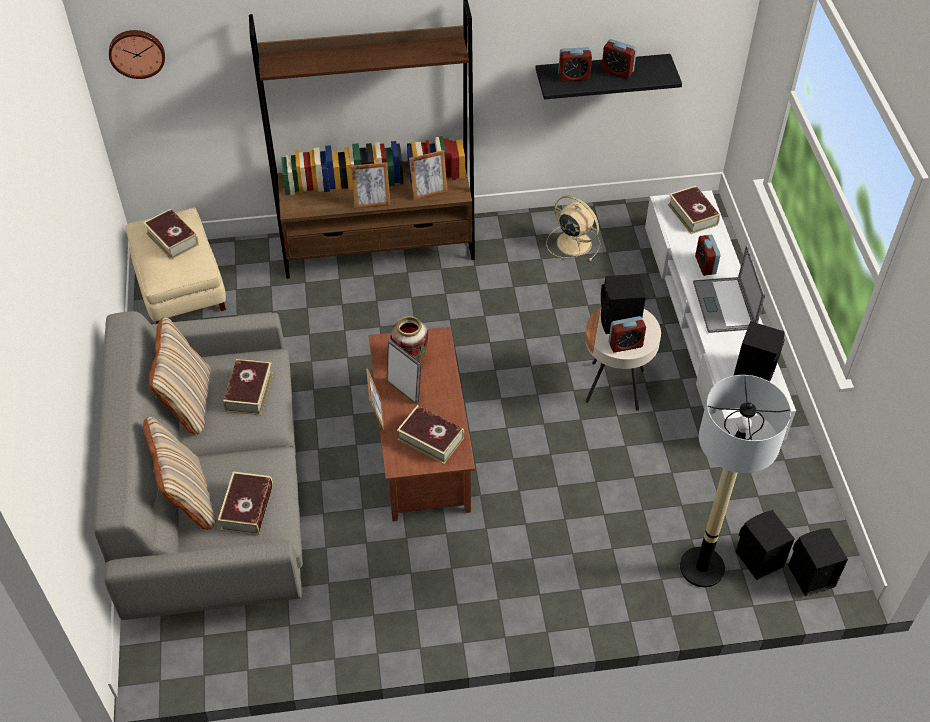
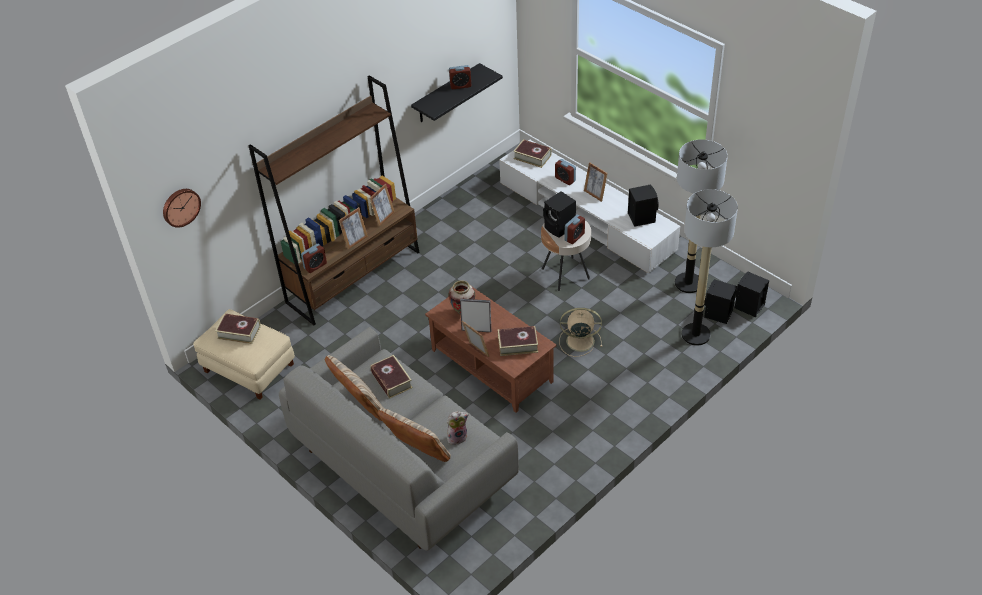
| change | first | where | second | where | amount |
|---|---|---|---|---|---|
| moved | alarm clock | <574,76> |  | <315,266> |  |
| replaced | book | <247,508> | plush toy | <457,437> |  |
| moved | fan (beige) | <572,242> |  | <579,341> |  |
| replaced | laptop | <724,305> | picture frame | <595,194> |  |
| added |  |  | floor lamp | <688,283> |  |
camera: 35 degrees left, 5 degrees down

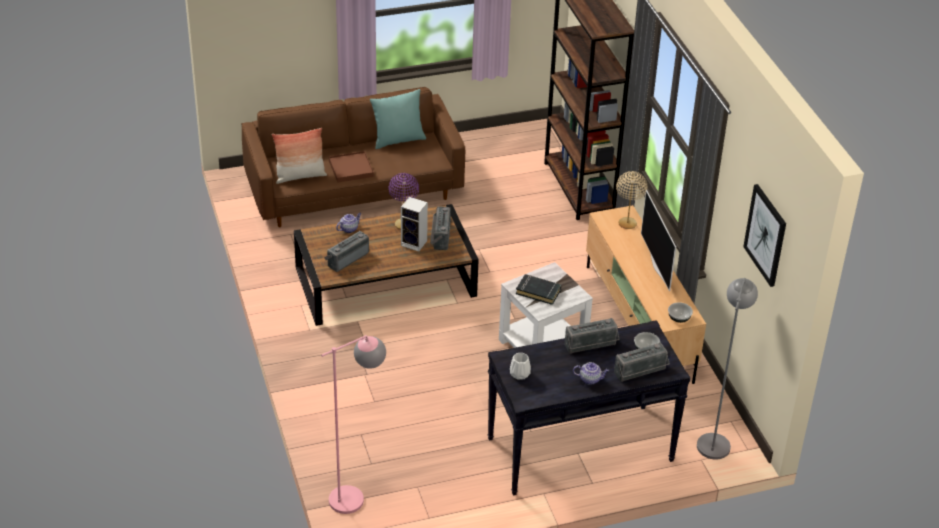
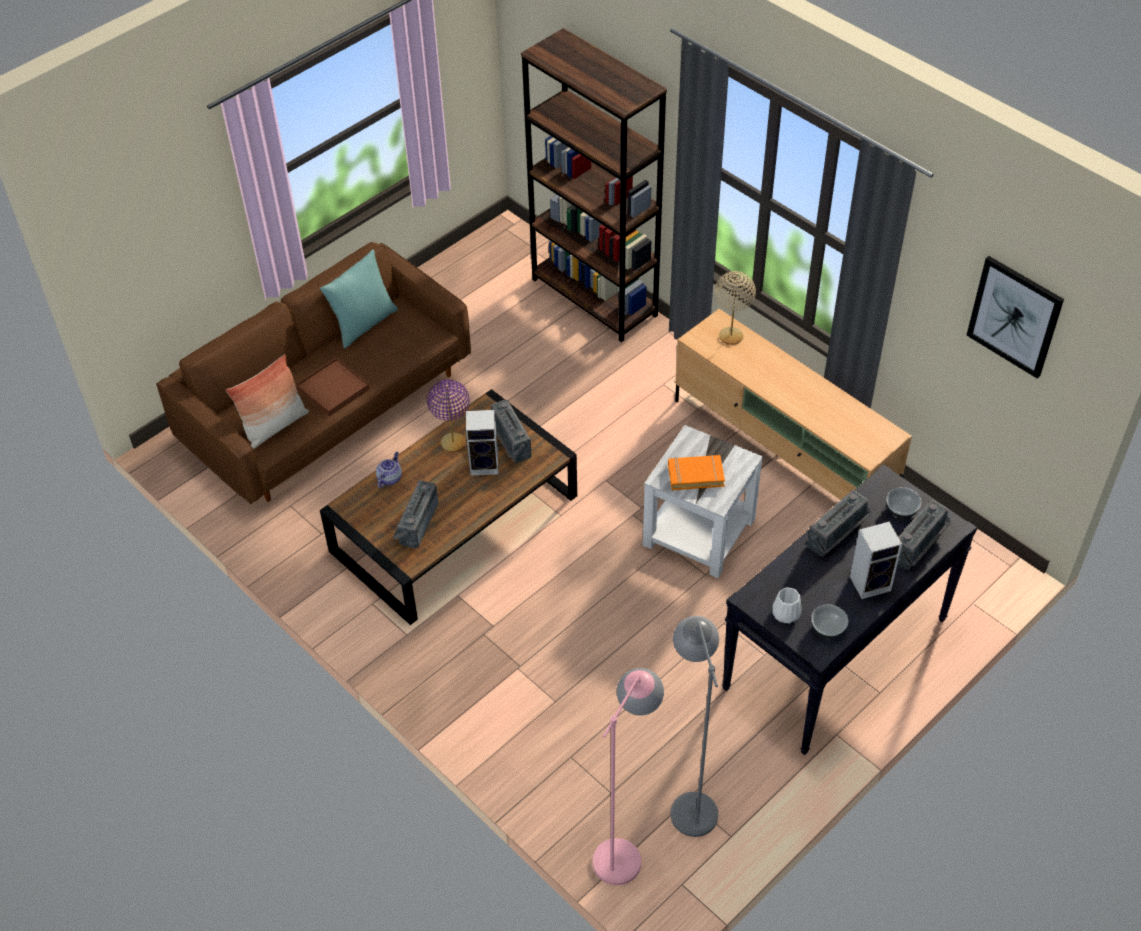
| change | first | where | second | where | amount |
|---|---|---|---|---|---|
| recoloured | book (black) | <538,291> | book (orange) | <695,475> |  |
| moved | floor lamp (grey) | <715,438> |  | <689,799> |  |
| moved | bowl | <679,318> |  | <828,628> |  |
| replaced | teapot | <590,379> | speaker | <871,582> |  |
| removed | television | <658,267> |  |  |  |
camera: 25 degrees left, 10 degrees up

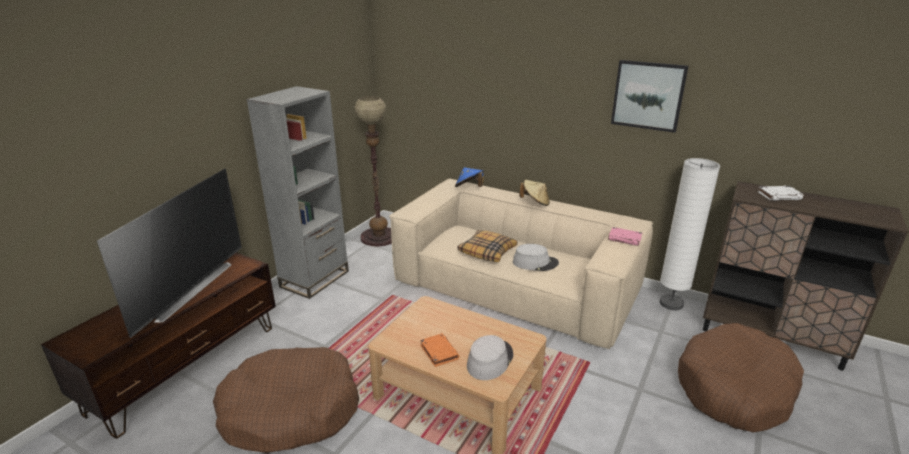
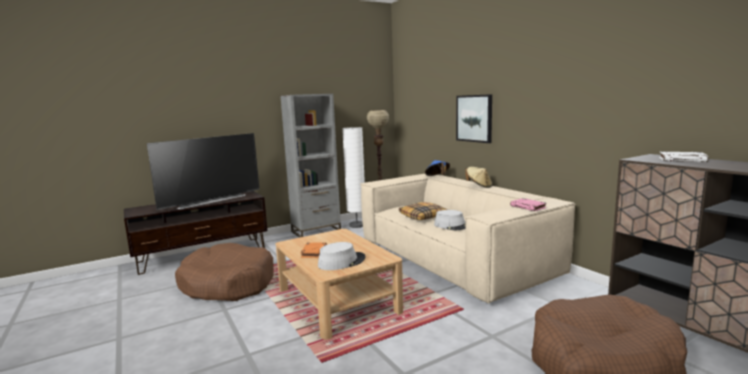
| change | first | where | second | where | amount |
|---|---|---|---|---|---|
| moved | floor lamp (white) | <671,303> |  | <357,225> |  |
| moved | picture | <648,95> |  | <474,118> |  |
camera: 30 degrees right, 15 degrees down

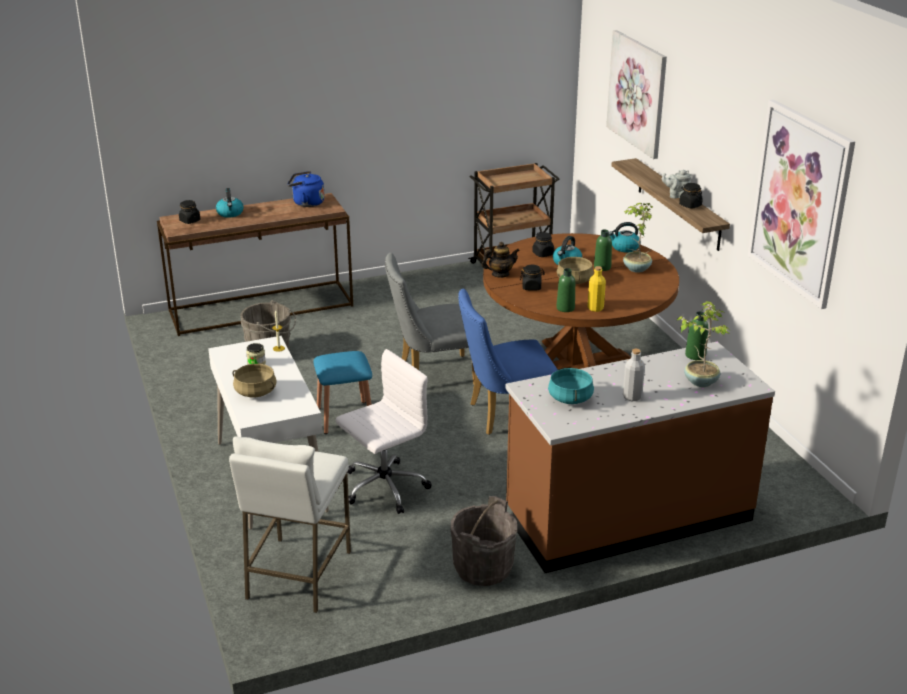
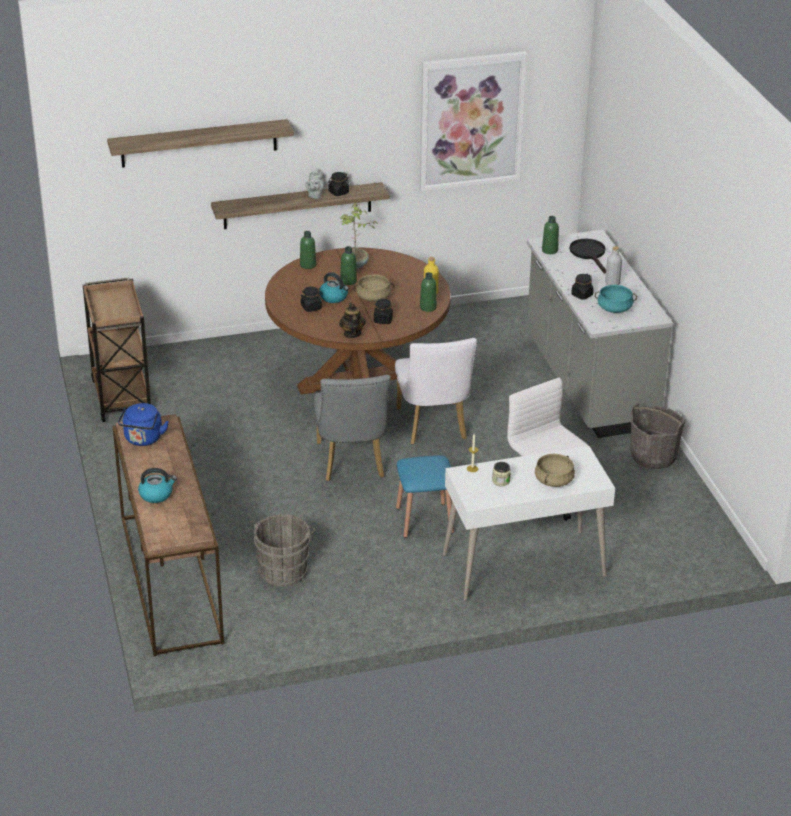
| change | first | where | second | where | amount |
|---|---|---|---|---|---|
| replaced | picture | <637,93> | shelf | <199,143> |  |
| replaced | kettle | <624,247> | bottle (green) | <308,265> |  |
| recoloured | chair (blue) | <505,415> | chair (white) | <433,427> |  |
| recoloured | counter (brown) | <627,516> | counter (grey) | <588,383> |  |
| replaced | potted plant | <700,381> | frying pan (black) | <589,254> |  |
| moved | jar (black) | <189,221> |  | <582,295> |  |
| removed | stool (white) | <298,575> |  |  |  |
camera: 85 degrees left, 5 degrees up

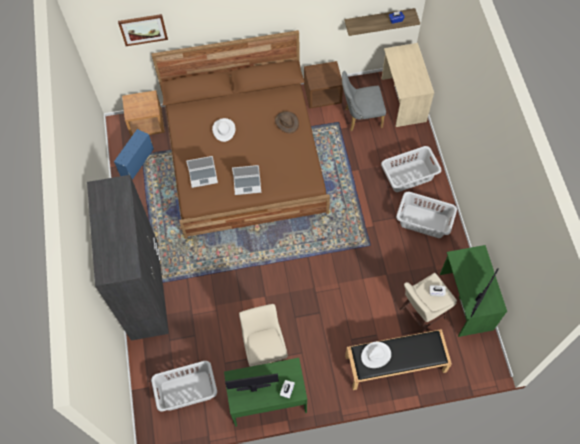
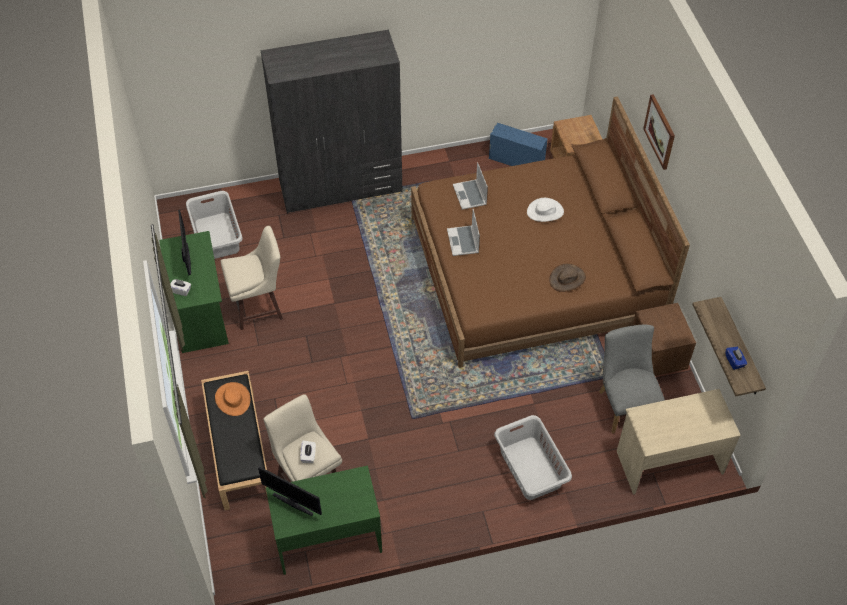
| change | first | where | second | where | amount |
|---|---|---|---|---|---|
| recoloured | hat (white) | <376,355> | hat (orange) | <233,399> |  |
| moved | picture | <143,29> |  | <660,131> |  |
| removed | laundry basket (grey) | <424,222> |  |  |  |
camera: 85 degrees right, 10 degrees down

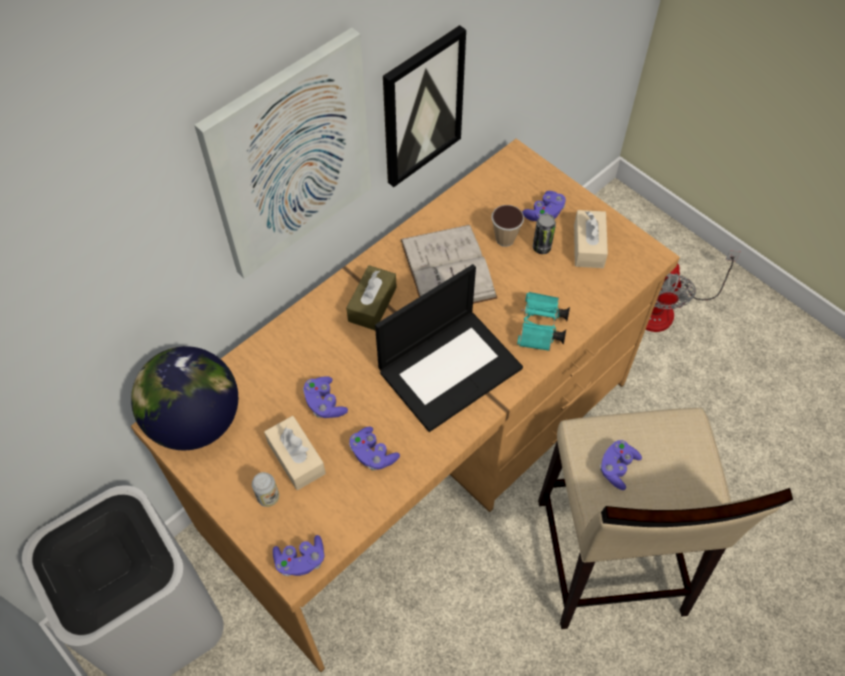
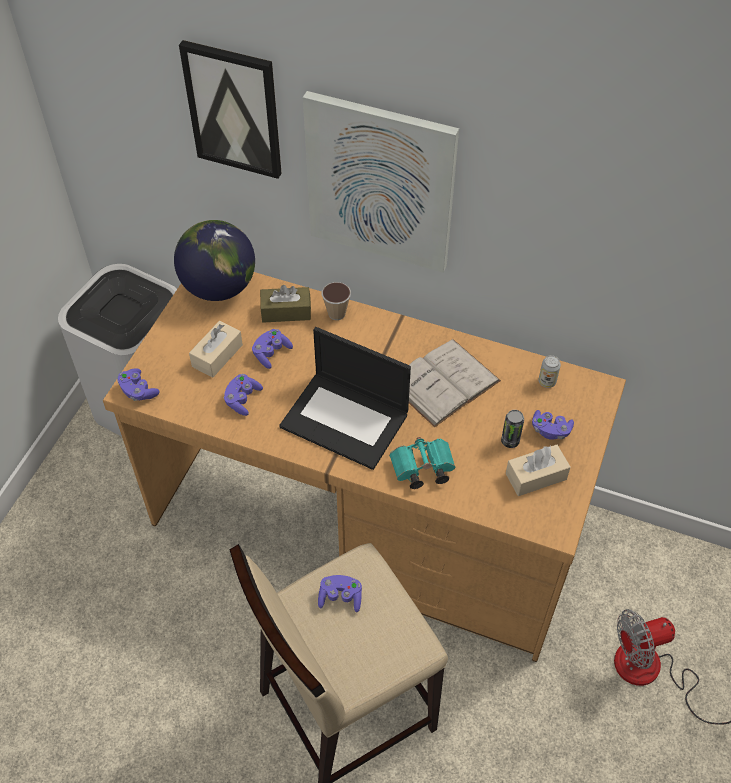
| change | first | where | second | where | amount |
|---|---|---|---|---|---|
| moved | picture | <421,107> |  | <234,109> |  |
| moved | tissue box (brown) | <372,304> |  | <286,311> |  |
| moved | cup | <505,239> |  | <336,314> |  |
| moved | can | <268,497> |  | <547,381> |  |
camera: 65 degrees right, 5 degrees down

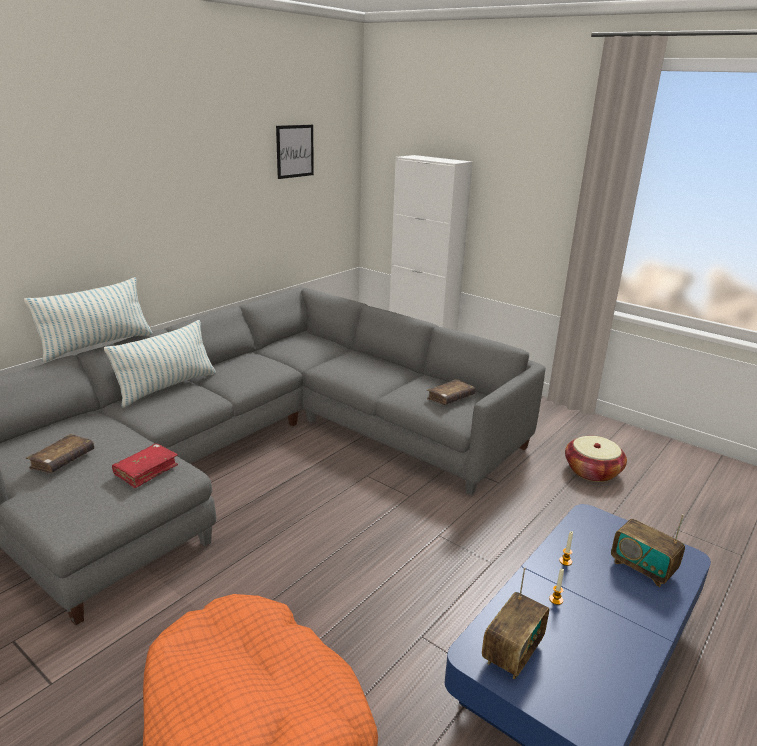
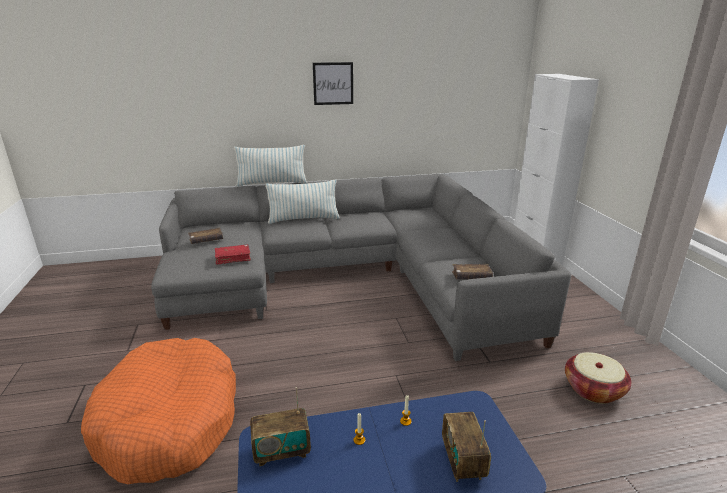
| change | first | where | second | where | amount |
|---|---|---|---|---|---|
| moved | picture | <295,151> |  | <333,83> |  |
camera: 40 degrees right, 0 degrees up

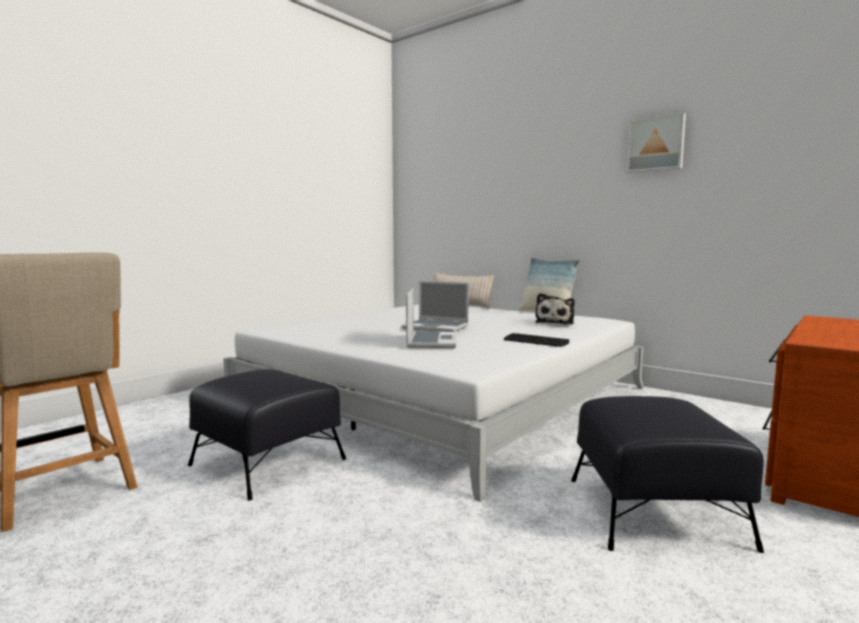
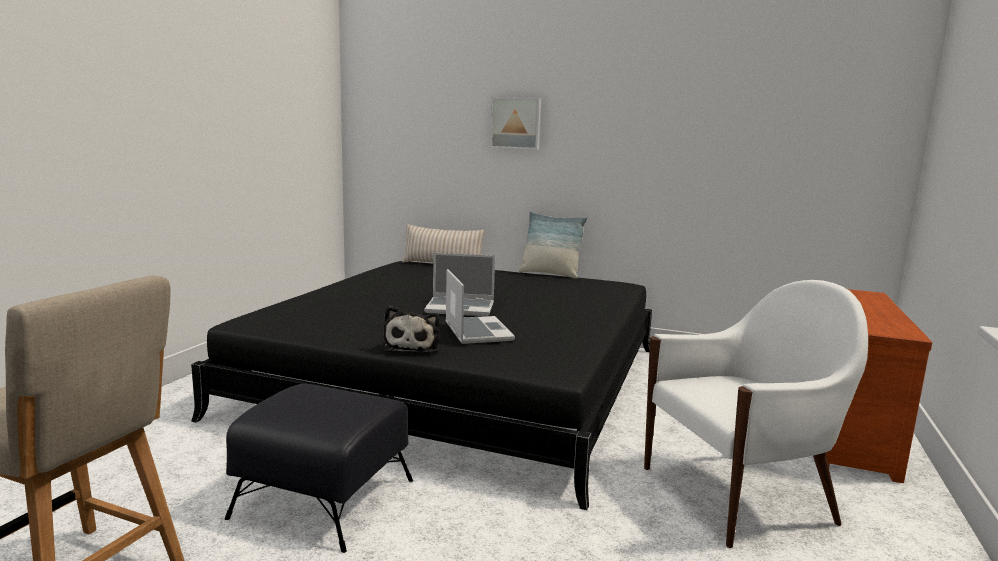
| change | first | where | second | where | amount |
|---|---|---|---|---|---|
| recoloured | bed (white) | <443,395> | bed (black) | <458,380> |  |
| moved | plush toy | <555,322> |  | <413,346> |  |
| moved | picture | <656,144> |  | <516,123> |  |
| replaced | ottoman (black) | <654,512> | armchair (white) | <739,494> |  |
| removed | keyboard | <535,341> |  |  |  |
camera: 20 degrees left, 5 degrees up

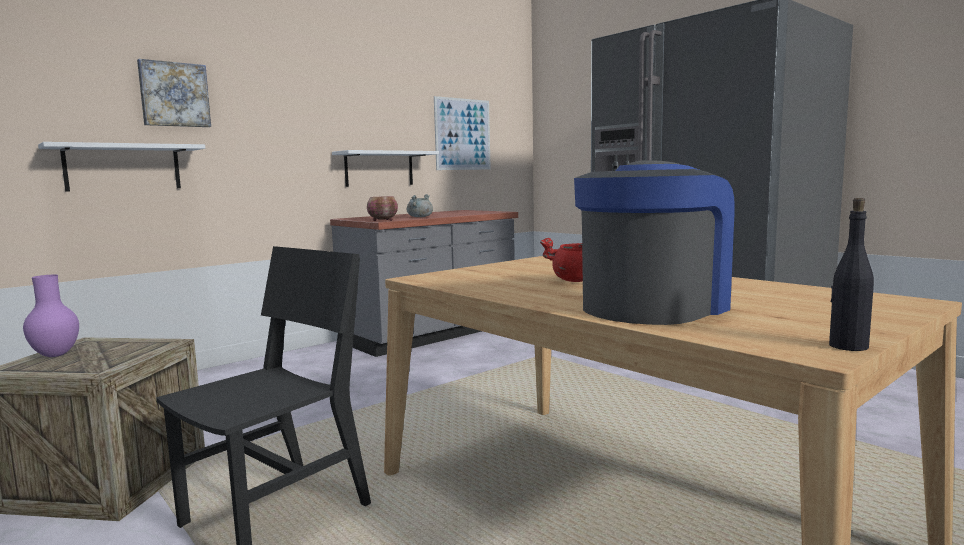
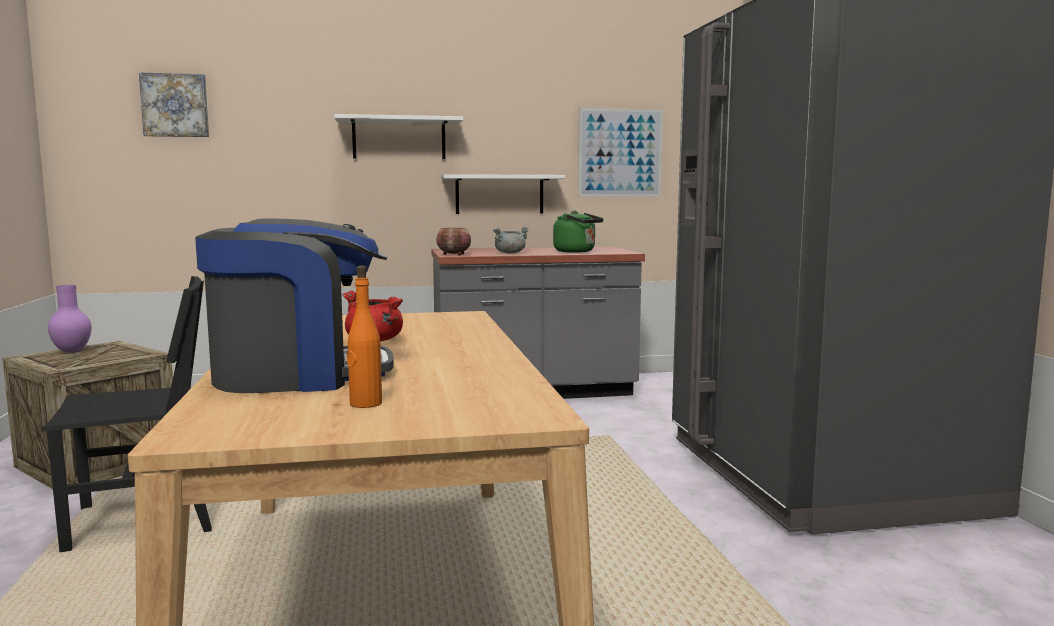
| change | first | where | second | where | amount |
|---|---|---|---|---|---|
| moved | picture | <174,94> |  | <175,105> |  |
| moved | shelf (white) | <123,167> |  | <399,138> |  |
| added |  |  | bottle (orange) | <365,404> |  |
| added |  |  | kettle (green) | <577,251> |  |
| removed | bottle (black) | <847,346> |  |  |  |
camera: 30 degrees right, 0 degrees up

